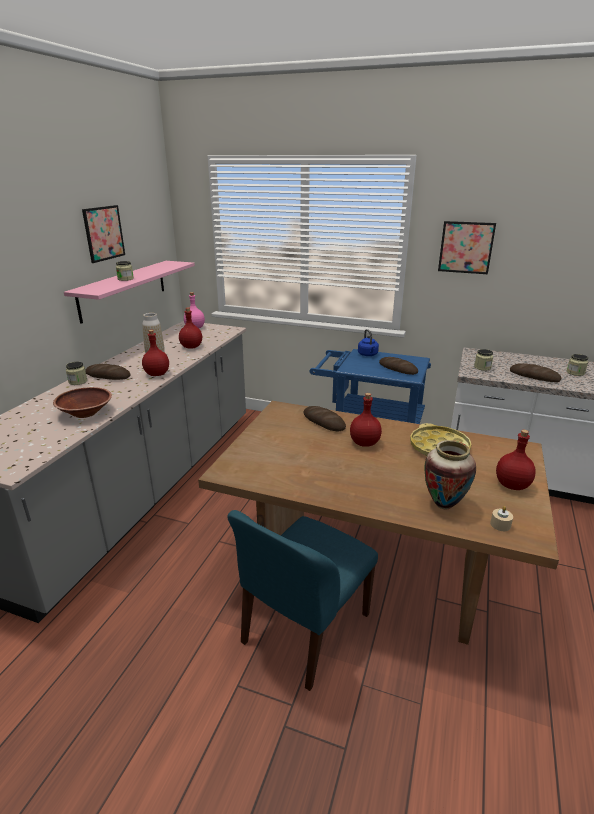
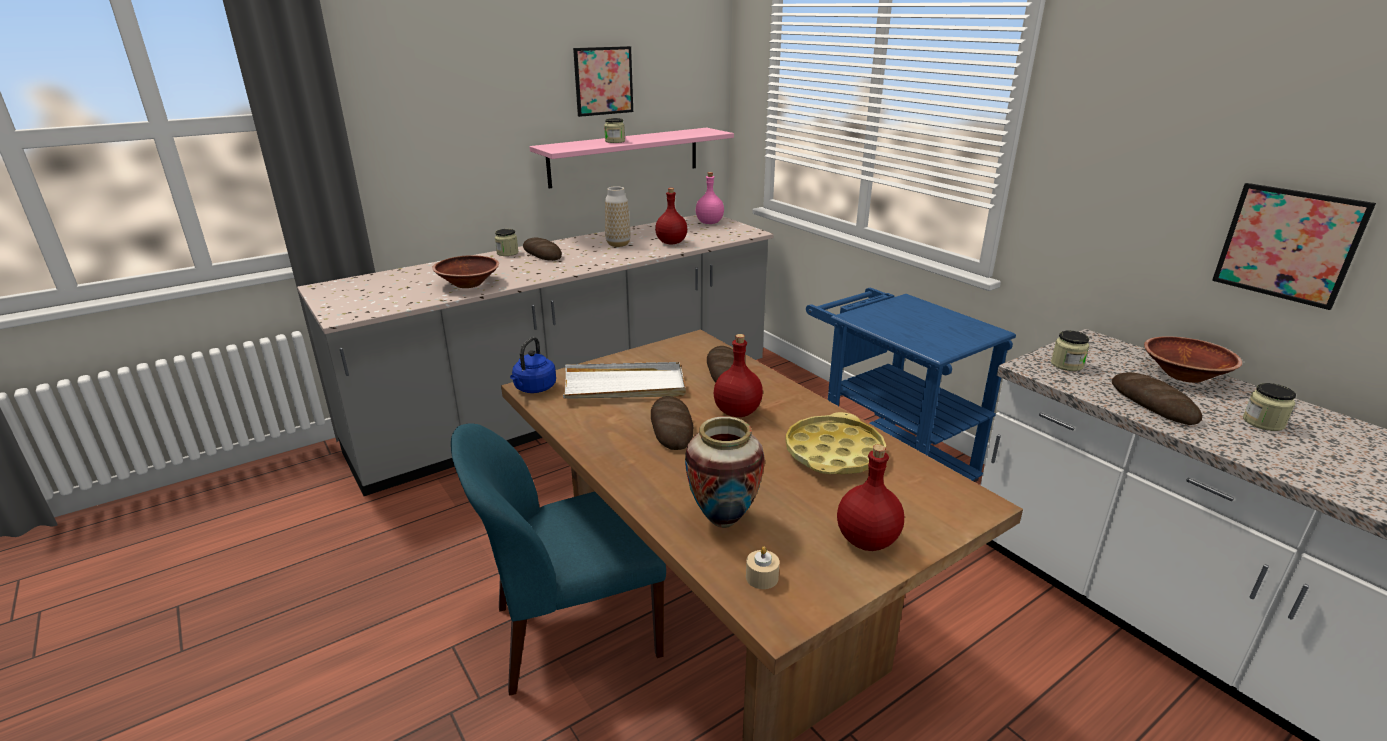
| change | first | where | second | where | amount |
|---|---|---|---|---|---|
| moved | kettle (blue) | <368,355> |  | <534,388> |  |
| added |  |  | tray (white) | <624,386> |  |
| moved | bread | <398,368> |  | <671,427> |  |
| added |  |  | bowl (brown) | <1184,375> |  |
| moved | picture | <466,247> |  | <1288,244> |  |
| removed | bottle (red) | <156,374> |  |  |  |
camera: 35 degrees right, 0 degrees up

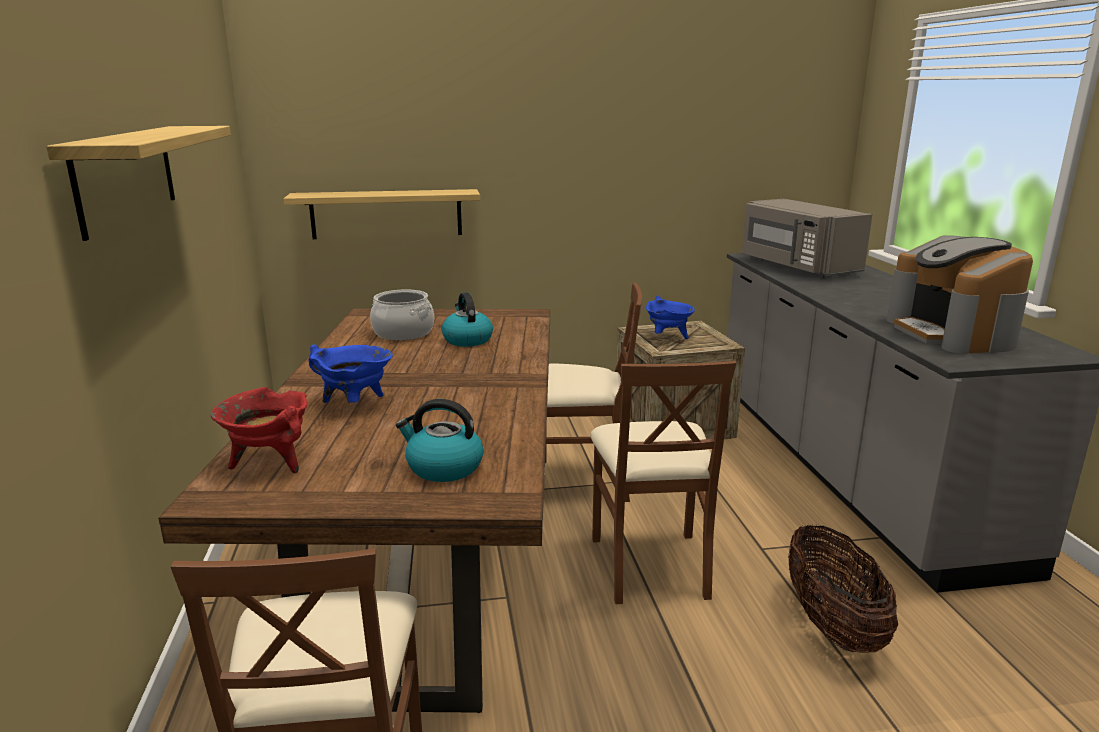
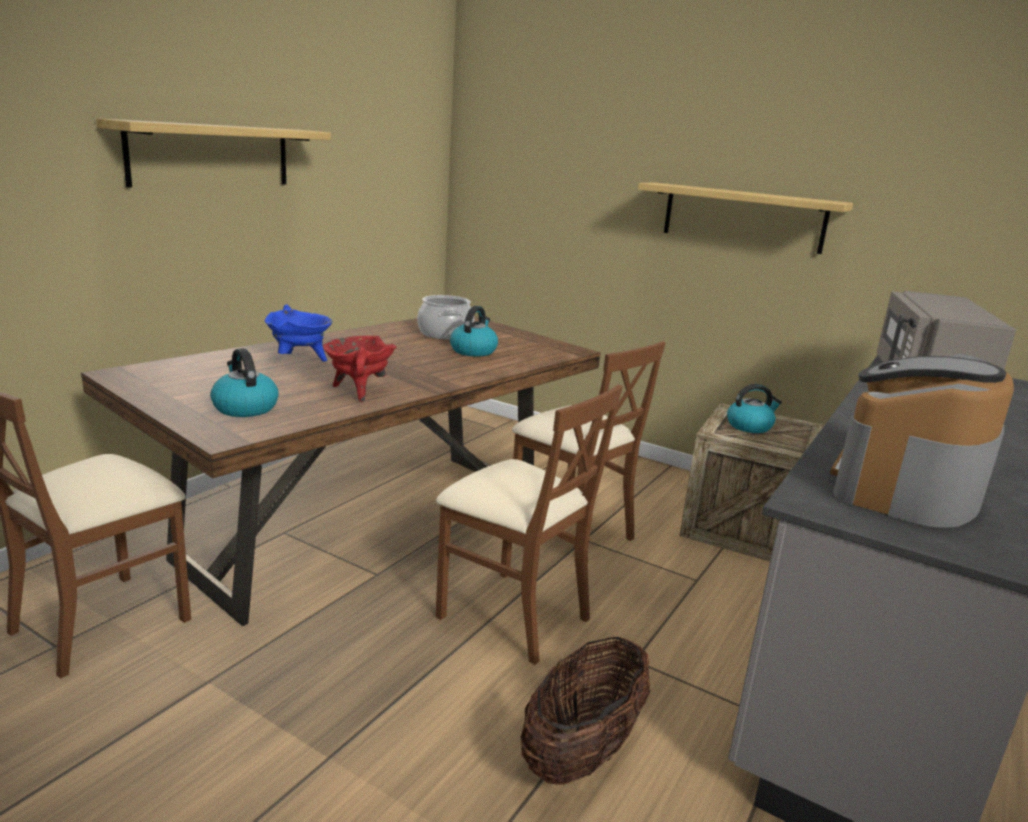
| change | first | where | second | where | amount |
|---|---|---|---|---|---|
| moved | cooking pot (red) | <269,462> |  | <358,391> |  |
| turned | chair (brown) | <650,565> |  | <513,615> | 90 degrees counterclockwise |
| moved | shelf | <386,214> |  | <743,217> |  |
| replaced | cooking pot (blue) | <667,338> | kettle | <750,426> |  |
camera: 40 degrees right, 0 degrees up

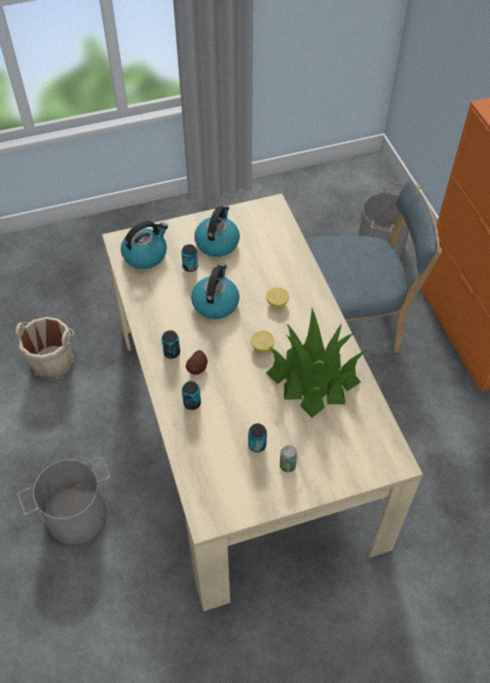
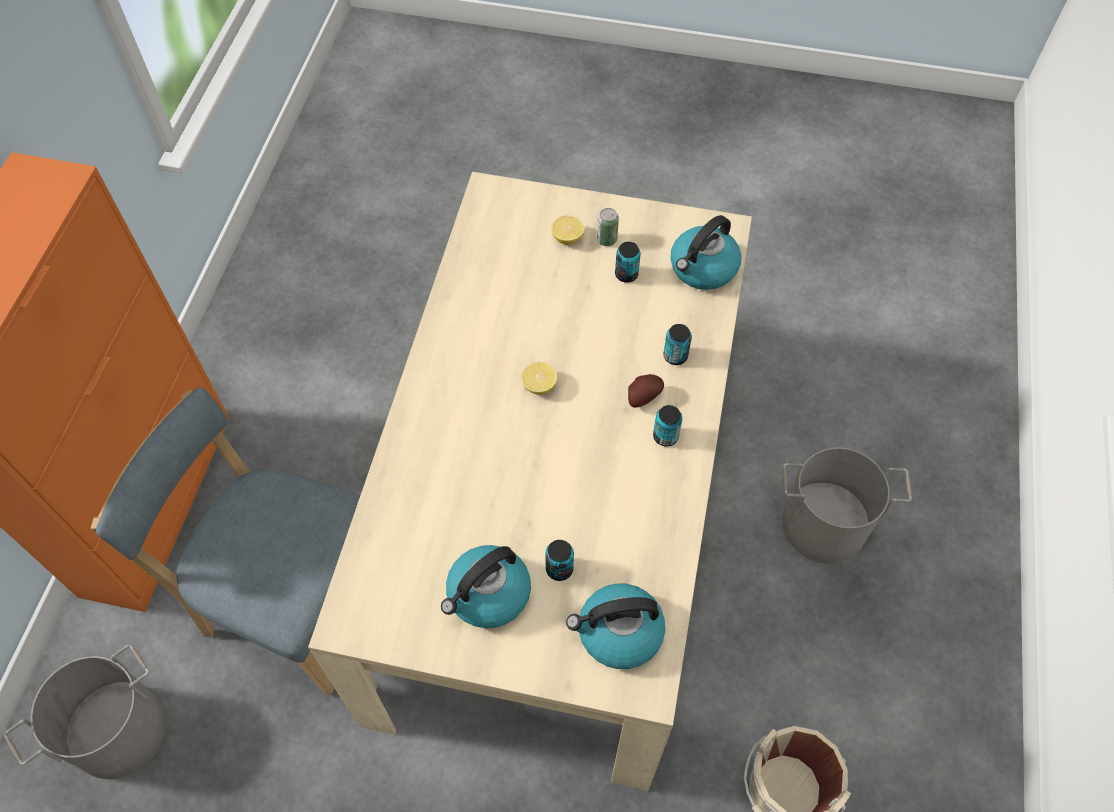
| change | first | where | second | where | amount |
|---|---|---|---|---|---|
| moved | lemon | <277,302> |  | <567,238> |  |
| moved | kettle | <215,303> |  | <703,269> |  |
| removed | potted plant | <313,377> |  |  |  |
camera: 150 degrees left, 5 degrees up

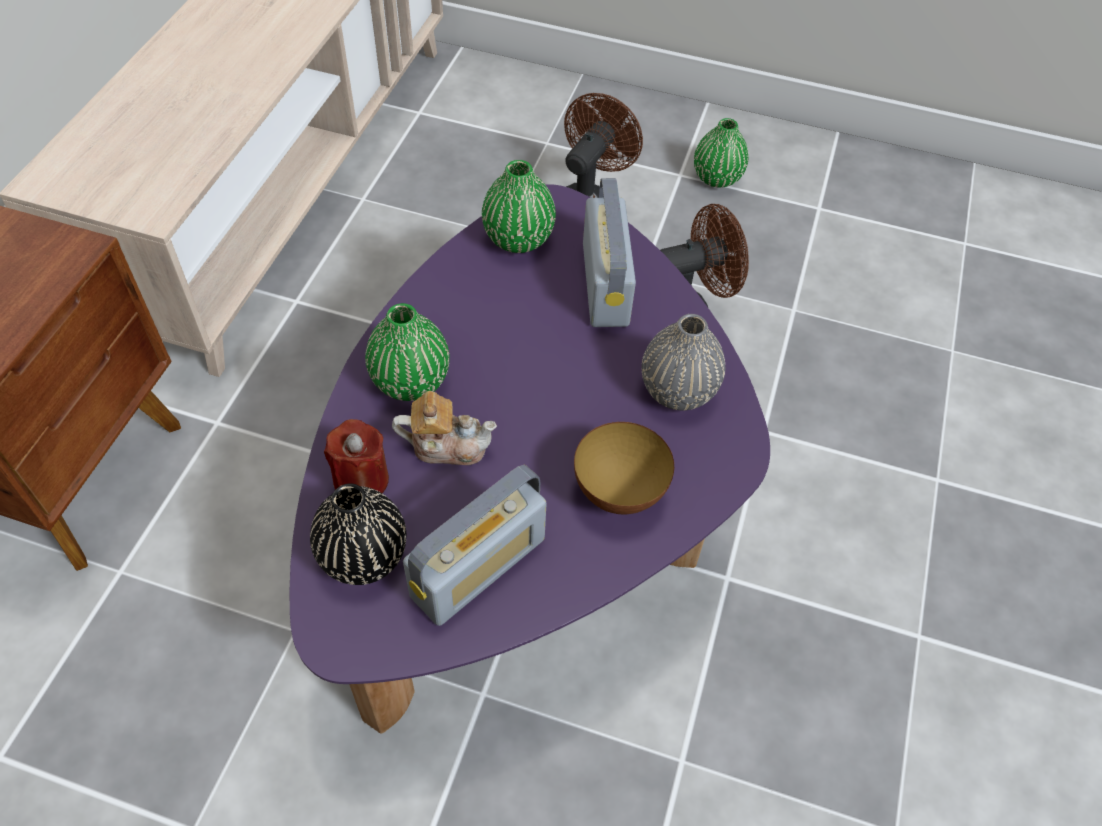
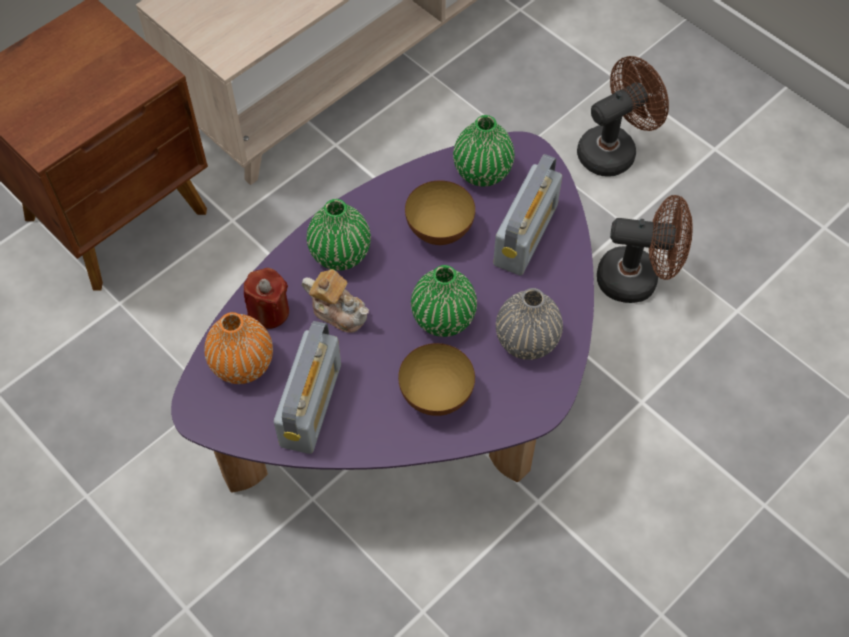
| change | first | where | second | where | amount |
|---|---|---|---|---|---|
| recoloured | vase (black) | <363,556> | vase (orange) | <242,364> |  |
| turned | radio | <478,567> |  | <311,405> | 60 degrees counterclockwise |
| added |  |  | bowl | <439,231> |  |
| moved | vase (green) | <716,178> |  | <443,318> |  |
camera: 30 degrees right, 5 degrees up

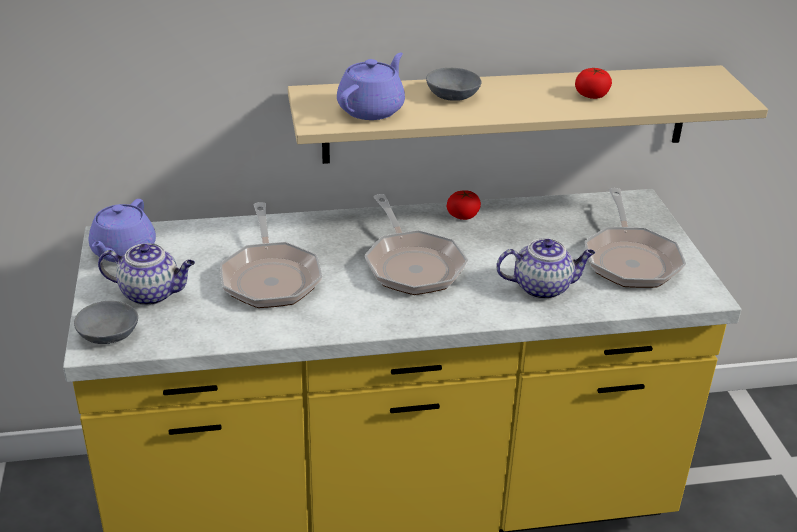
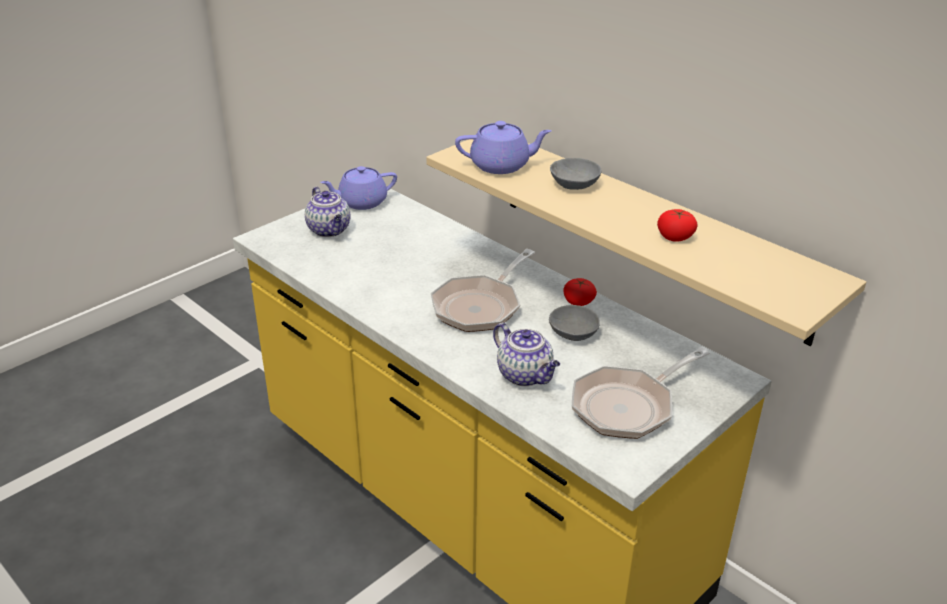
| change | first | where | second | where | amount |
|---|---|---|---|---|---|
| moved | bowl (grey) | <110,333> |  | <575,333> |  |
| removed | frying pan | <270,277> |  |  |  |
camera: 55 degrees right, 0 degrees up

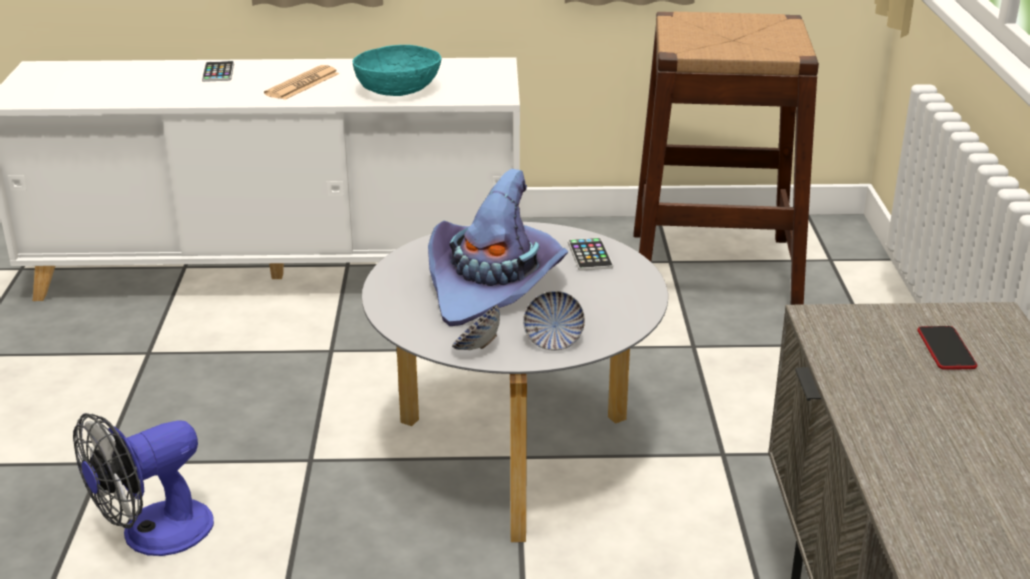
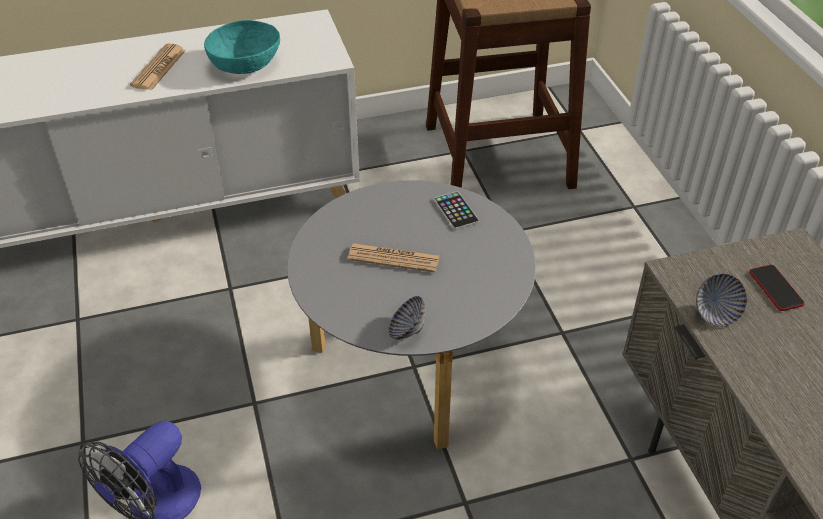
| change | first | where | second | where | amount |
|---|---|---|---|---|---|
| replaced | hat (purple) | <494,285> | newspaper | <394,258> |  |
| moved | bowl | <553,341> |  | <716,313> |  |
| removed | phone | <218,72> |  |  |  |
camera: 15 degrees left, 15 degrees up

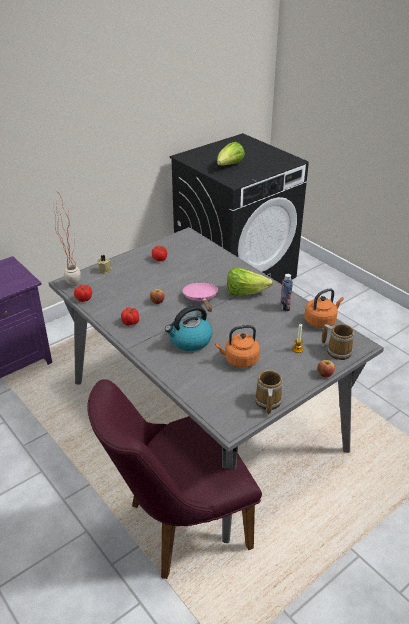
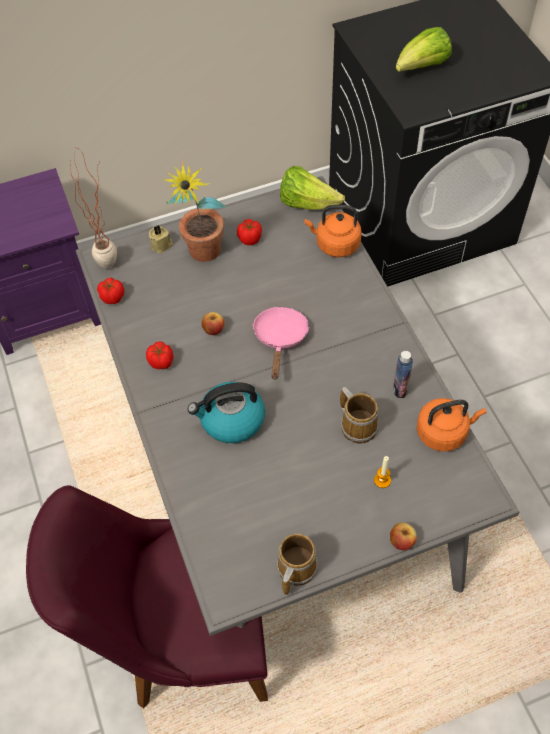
| change | first | where | second | where | amount |
|---|---|---|---|---|---|
| added |  |  | potted plant | <202,257> |  |
| moved | lettuce | <245,292> |  | <307,203> |  |
| moved | kettle (orange) | <239,360> |  | <335,244> |  |
| moved | mug | <337,351> |  | <358,425> |  |
camera: 20 degrees right, 20 degrees up

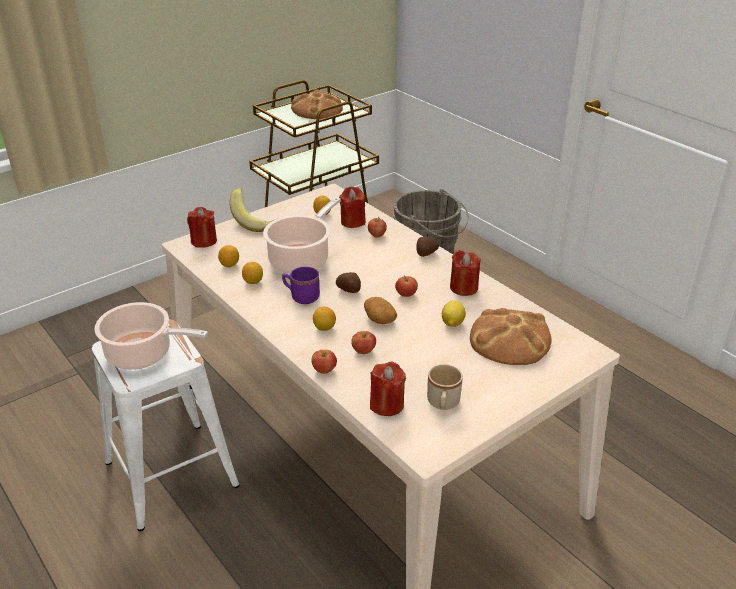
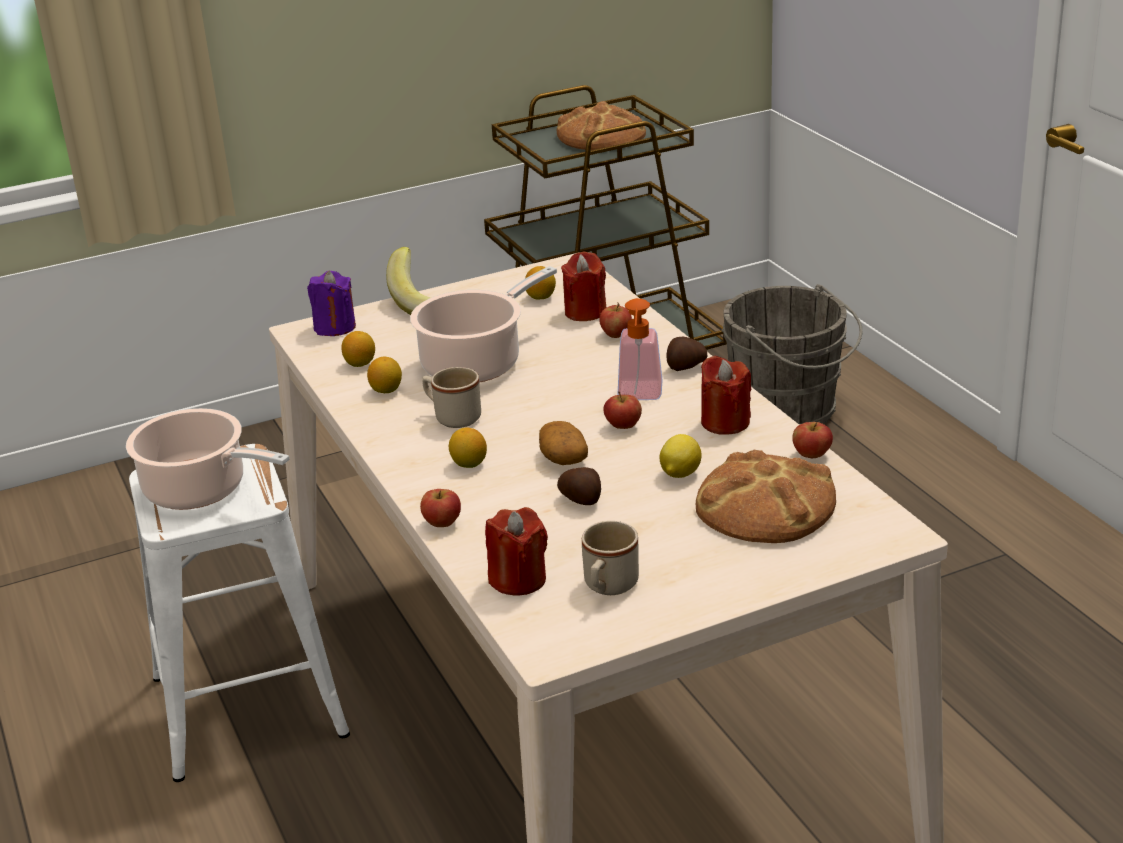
| change | first | where | second | where | amount |
|---|---|---|---|---|---|
| recoloured | candle (red) | <204,241> | candle (purple) | <335,327> |  |
| recoloured | mug (purple) | <301,297> | mug (beige) | <452,417> |  |
| moved | potato | <349,290> |  | <582,500> |  |
| added |  |  | soap dispenser | <639,396> |  |
| moved | apple | <363,351> |  | <811,455> |  |
camera: 15 degrees right, 5 degrees down

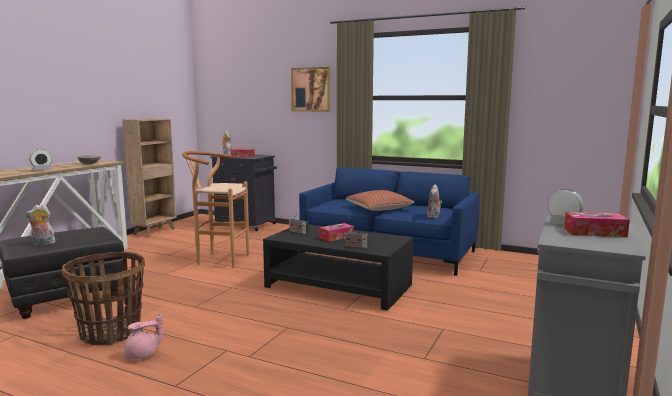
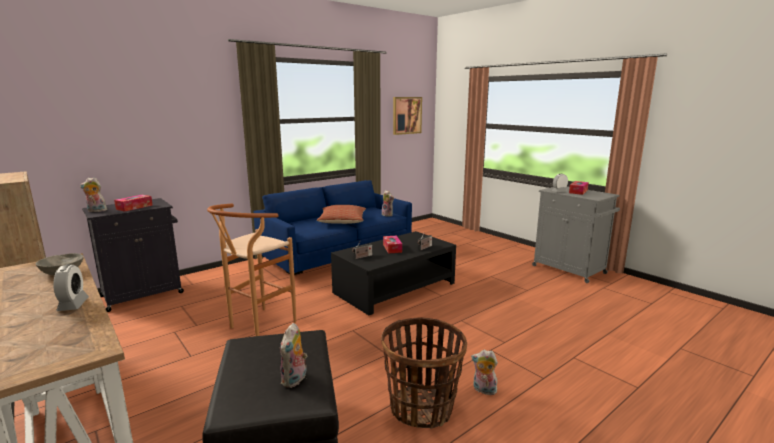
| change | first | where | second | where | amount |
|---|---|---|---|---|---|
| moved | picture | <311,89> |  | <406,115> |  |
| replaced | teapot (pink) | <143,355> | plush toy | <483,390> |  |
camera: 65 degrees left, 5 degrees up

